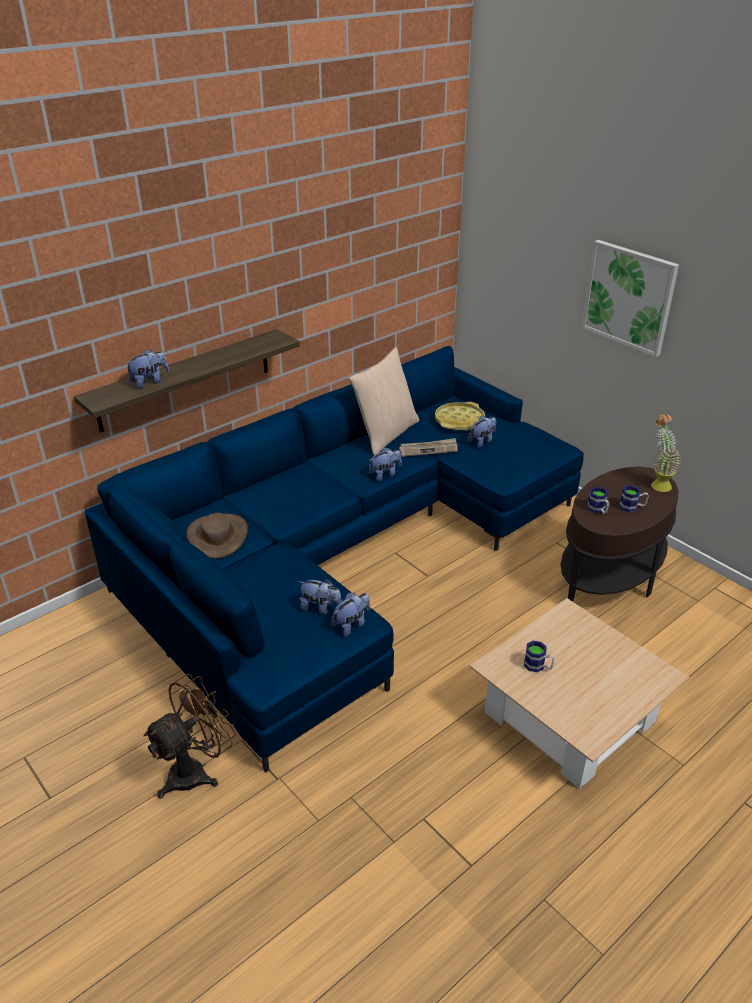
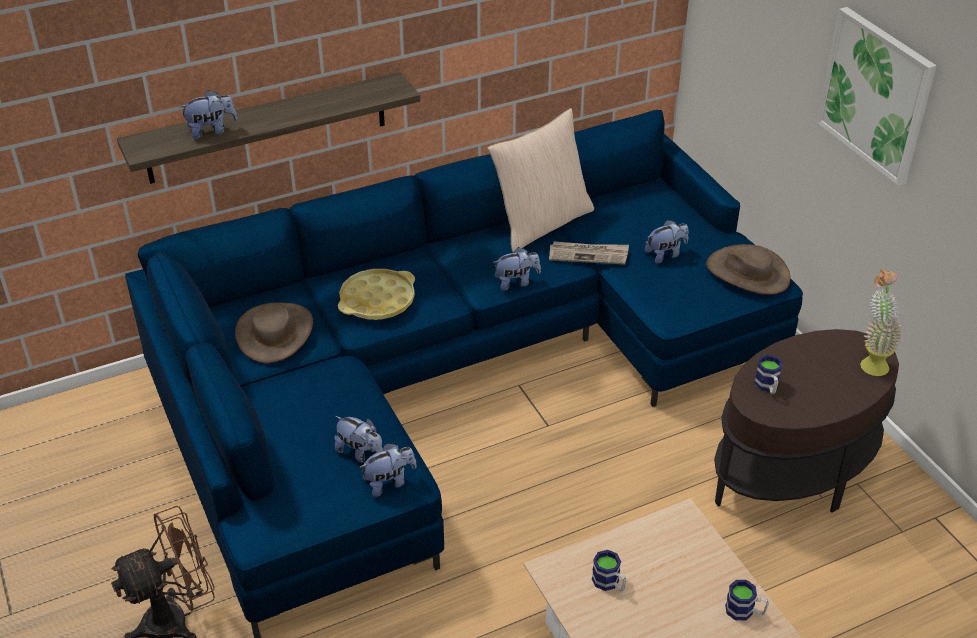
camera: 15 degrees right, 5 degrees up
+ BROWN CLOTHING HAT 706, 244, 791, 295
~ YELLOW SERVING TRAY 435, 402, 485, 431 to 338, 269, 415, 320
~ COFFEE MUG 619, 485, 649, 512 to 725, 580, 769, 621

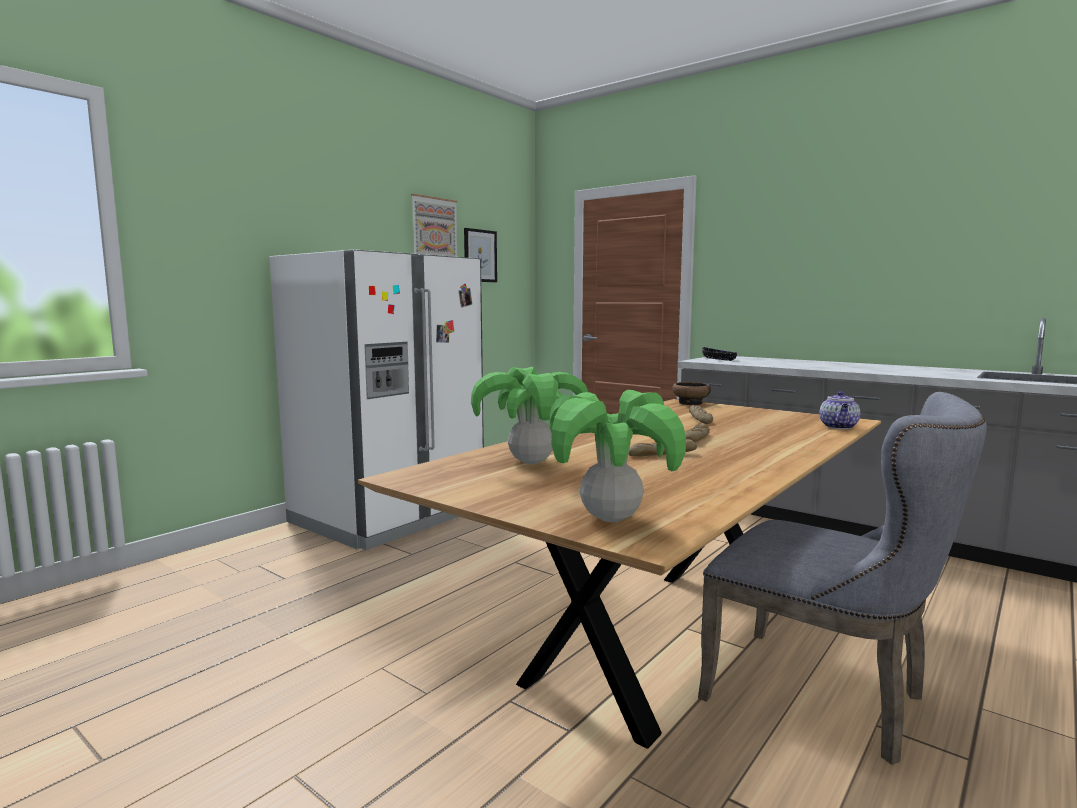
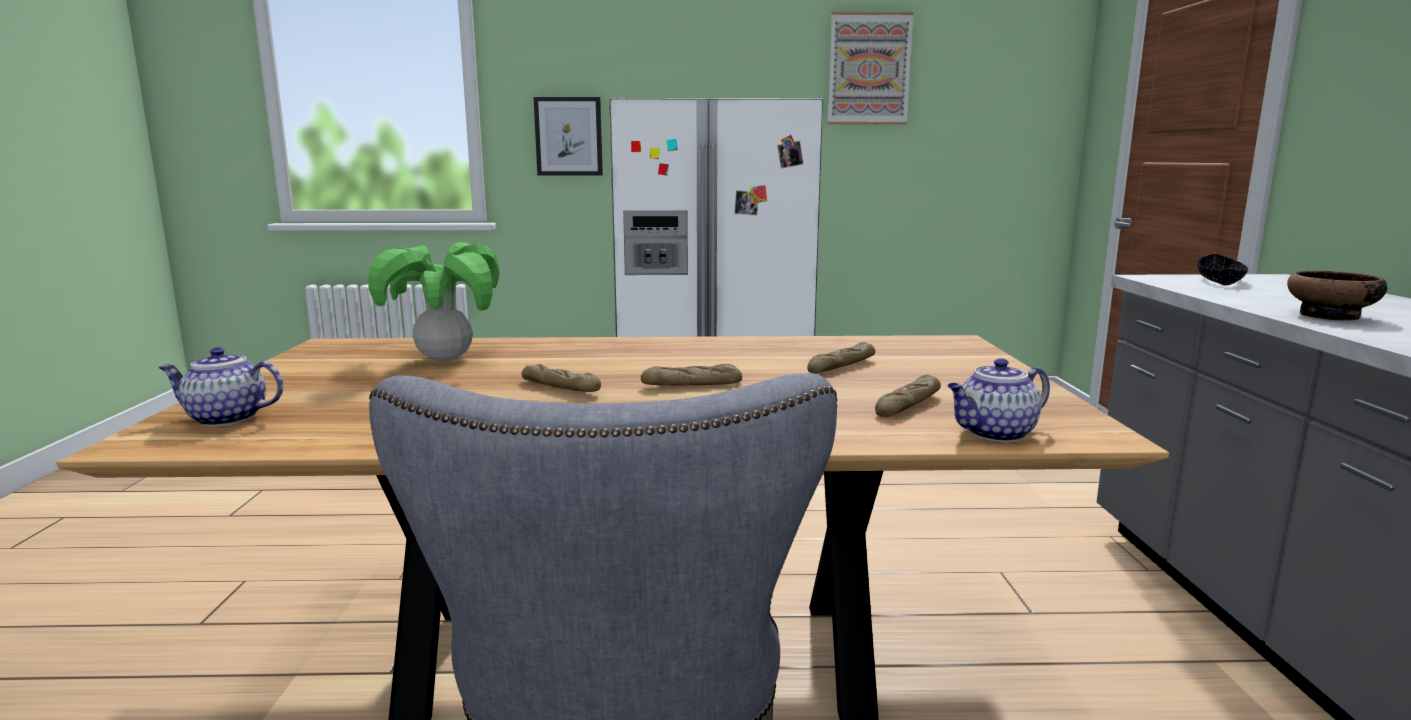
camera: 50 degrees right, 5 degrees up
+ BAKERY BREAD 875, 374, 941, 417
~ WALL PICTURE 464, 228, 497, 282 to 534, 97, 603, 175
~ DEEP DISH 672, 382, 711, 405 to 1287, 271, 1387, 321
~ HOUSEPLANT 550, 390, 686, 523 to POT FOR TEA 159, 347, 283, 426

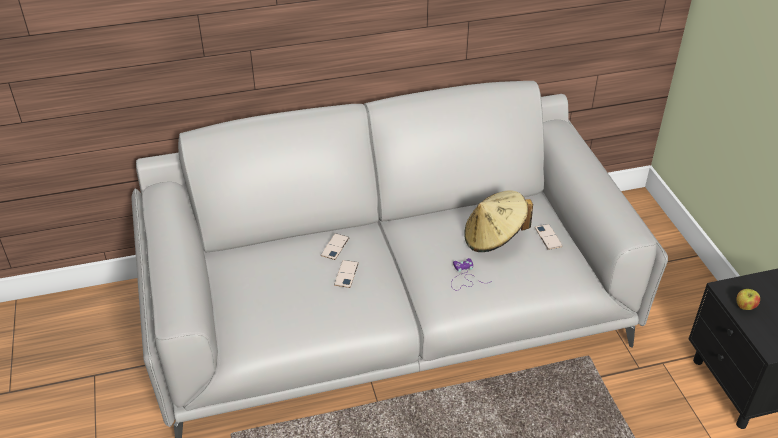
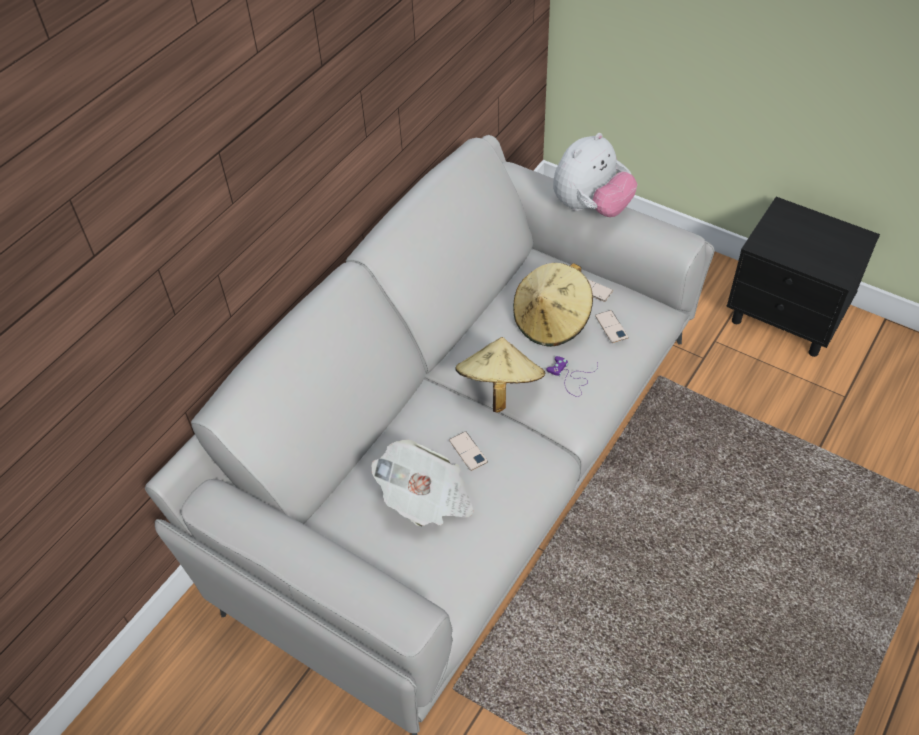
camera: 40 degrees left, 10 degrees up
- APPLE 736, 289, 760, 310
+ NEWSPAPER 371, 440, 474, 526
+ SAND-COLOURED CLOTHING HAT 456, 337, 545, 413
+ PLUSH TOY 553, 133, 637, 217
~ PHONE 320, 233, 349, 260 to 595, 310, 629, 343

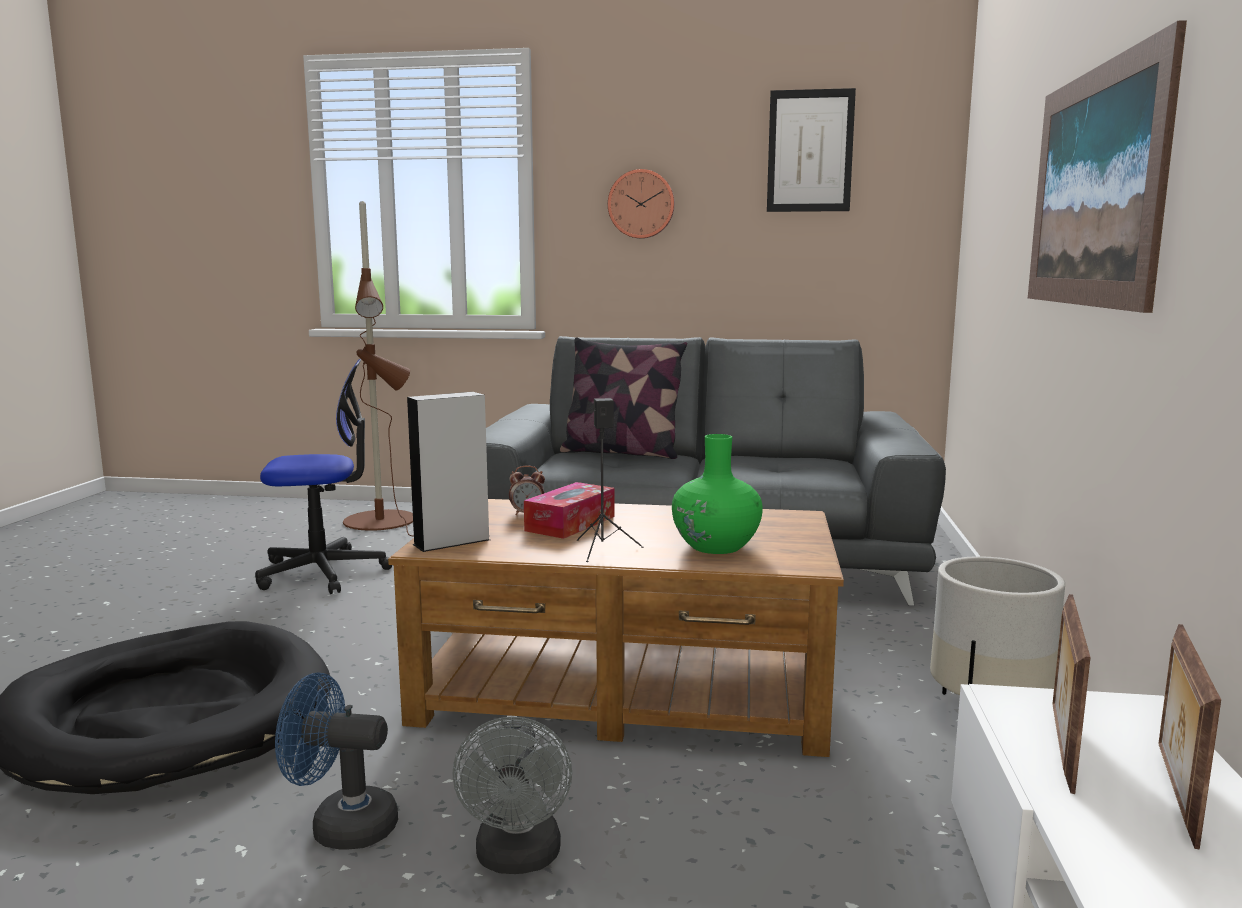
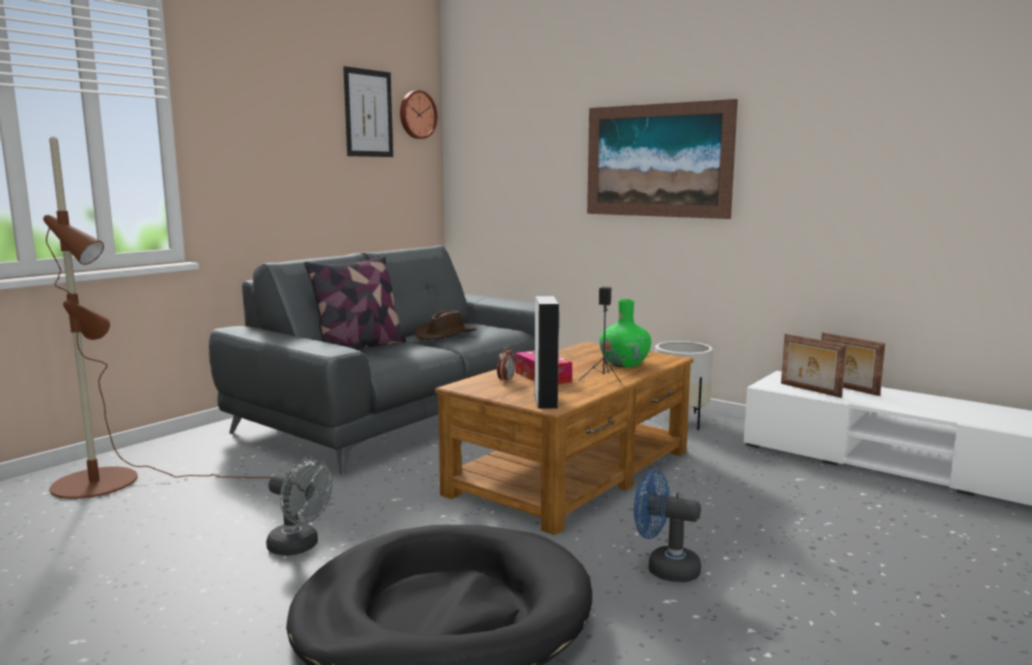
camera: 60 degrees left, 0 degrees up
- OFFICE CHAIR 255, 359, 392, 594
+ BROWN CLOTHING HAT 415, 310, 476, 340
~ GREY ELECTRIC FAN 452, 716, 572, 874 to 266, 459, 332, 556
~ WALL CLOCK 608, 169, 675, 239 to 400, 90, 437, 139
~ BLUE ELECTRIC FAN 275, 673, 398, 850 = 634, 470, 701, 582 75 degrees clockwise

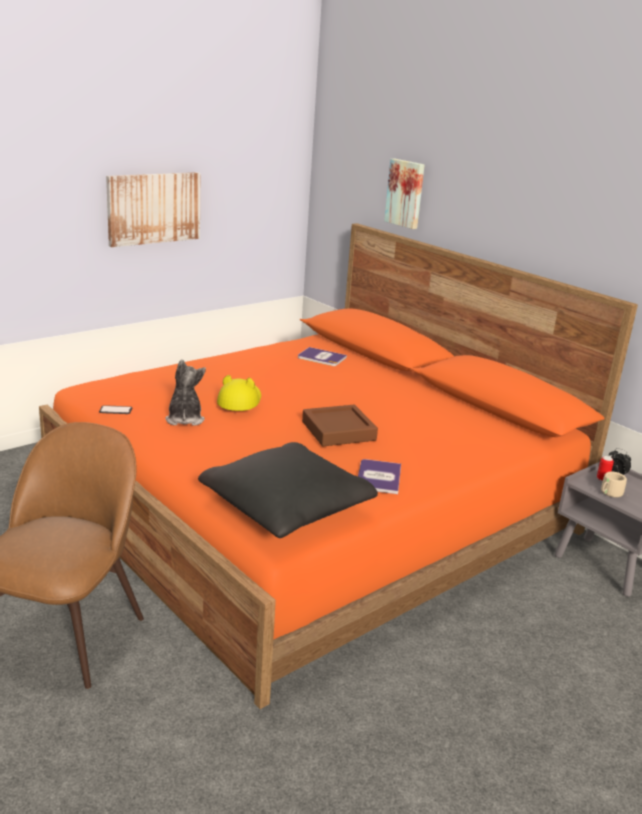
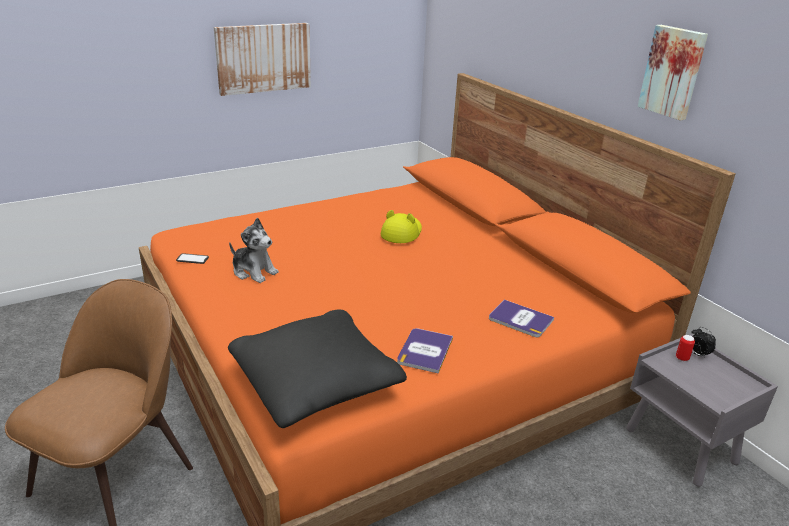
camera: 10 degrees right, 5 degrees up
- BROWN SERVING TRAY 302, 405, 378, 446
- SAND-COLOURED COFFEE MUG 601, 472, 627, 498
~ YELLOW CLOTHING HAT 217, 375, 261, 411 to 381, 210, 422, 243
~ BOOK 298, 347, 347, 366 to 489, 300, 554, 337
~ WALL PICTURE 384, 159, 425, 229 to 638, 25, 708, 120
~ PLUSH TOY 165, 359, 206, 426 = 229, 218, 279, 283 120 degrees clockwise

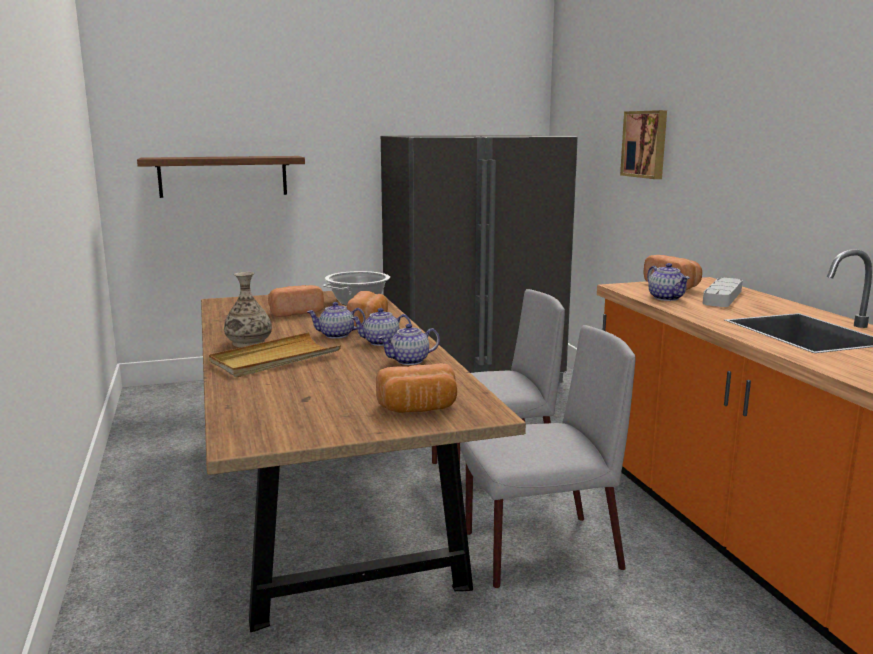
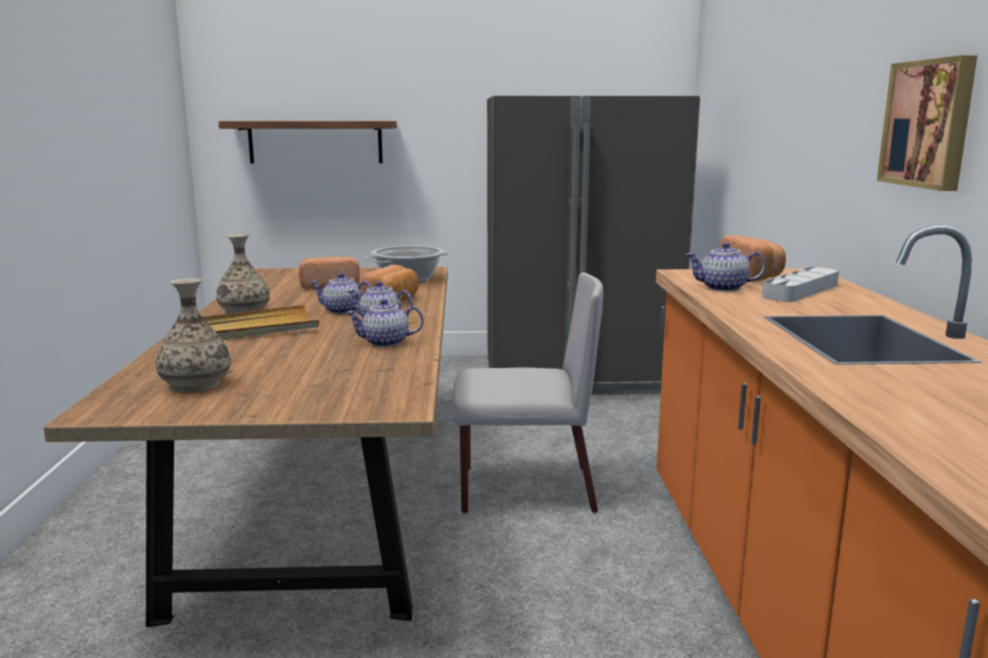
camera: 15 degrees right, 0 degrees up
- BAKERY BREAD 376, 363, 457, 413
- GREY UPRIGHT CHAIR 460, 325, 636, 589
+ DECORATIVE VASE 156, 278, 231, 393
~ WALL PICTURE 620, 110, 667, 179 to 877, 55, 978, 191
~ POT FOR TEA 647, 263, 690, 301 = 686, 243, 766, 291 105 degrees clockwise

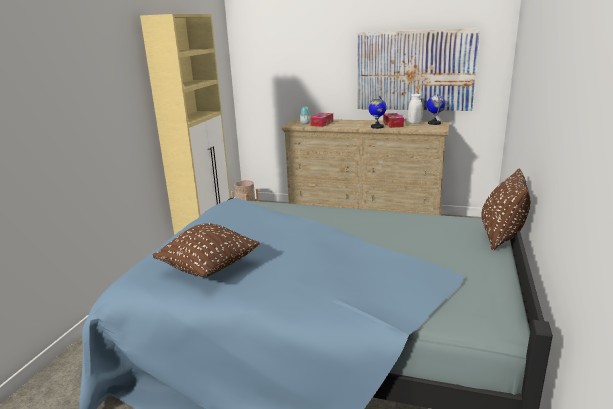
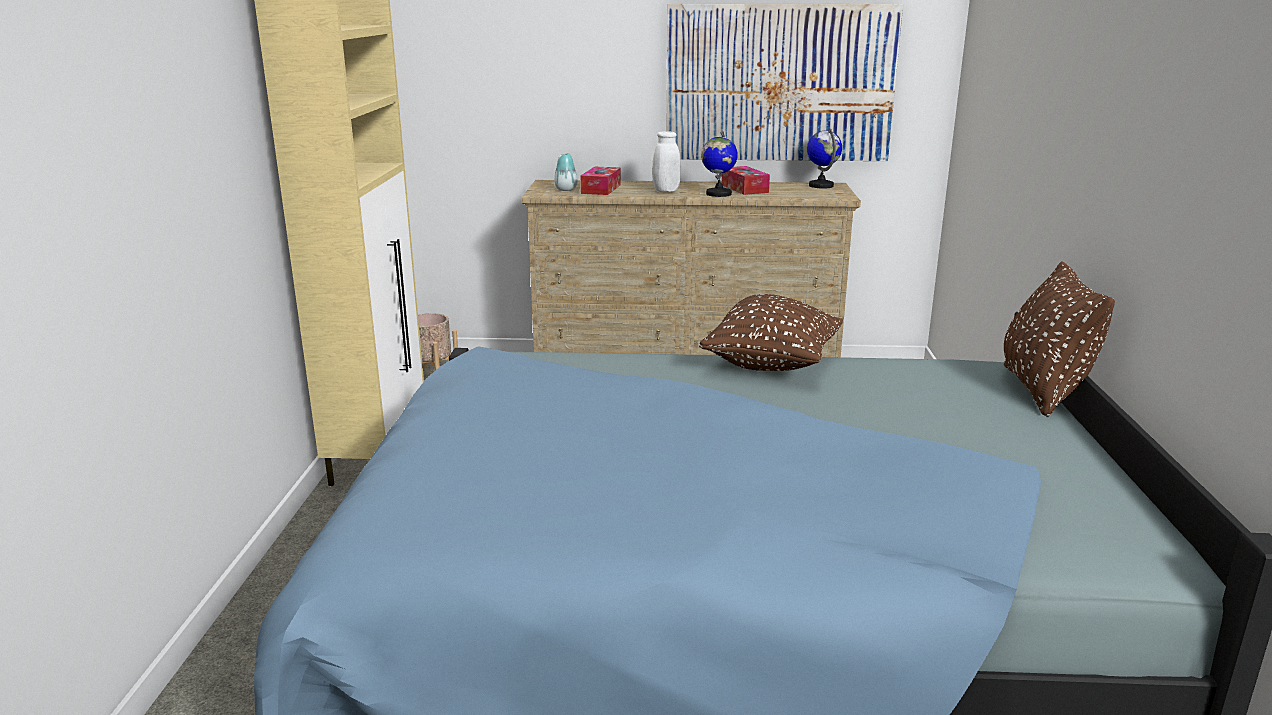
camera: 15 degrees left, 0 degrees up
~ BROWN PILLOW 153, 223, 260, 277 to 699, 294, 843, 371
~ WHITE-COLOURED DECORATIVE VASE 408, 94, 423, 124 to 652, 131, 681, 192

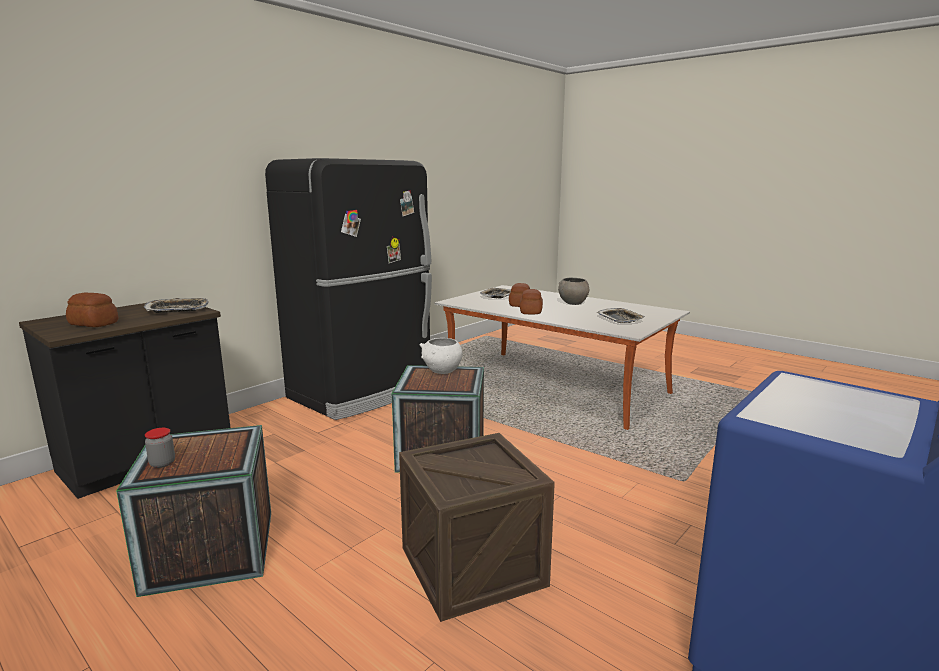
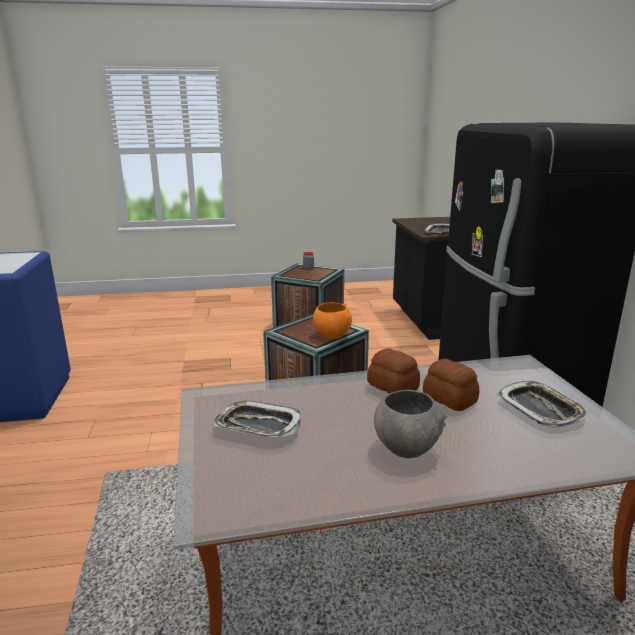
camera: 130 degrees right, 5 degrees up
- BAKERY BREAD 66, 292, 119, 327
- CRATE 399, 433, 555, 622
~ WHITE-COLOURED DEEP DISH 419, 338, 463, 374 to ORANGEY DEEP DISH 313, 302, 352, 339

